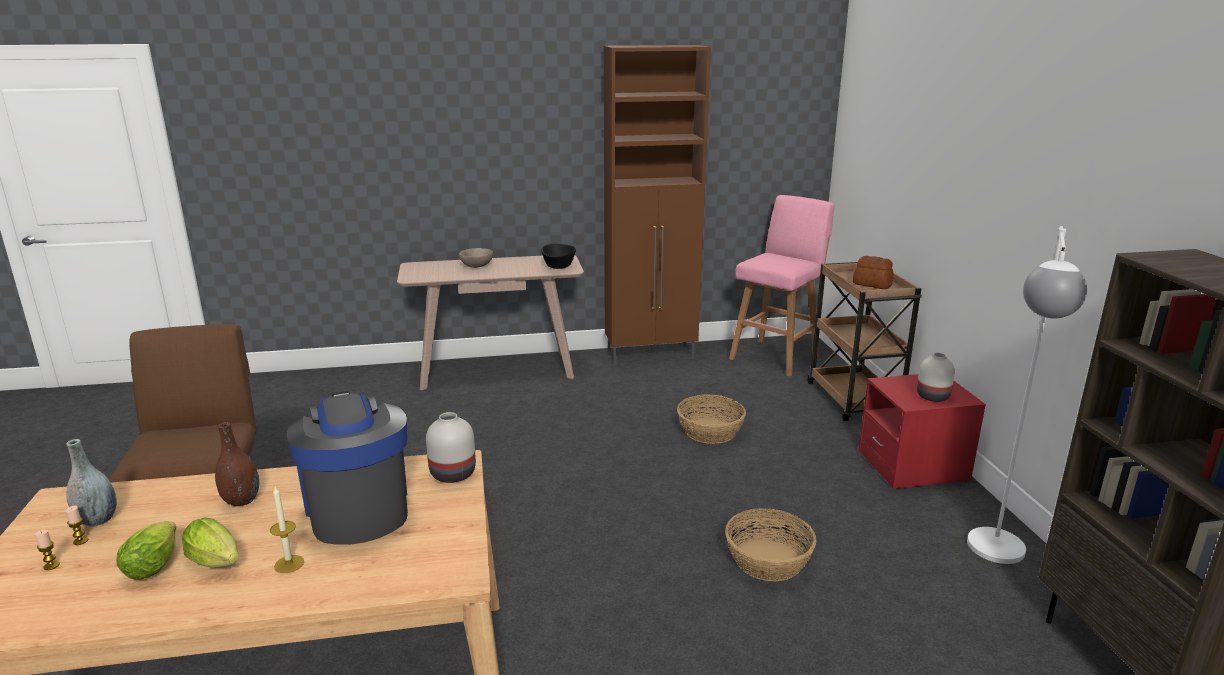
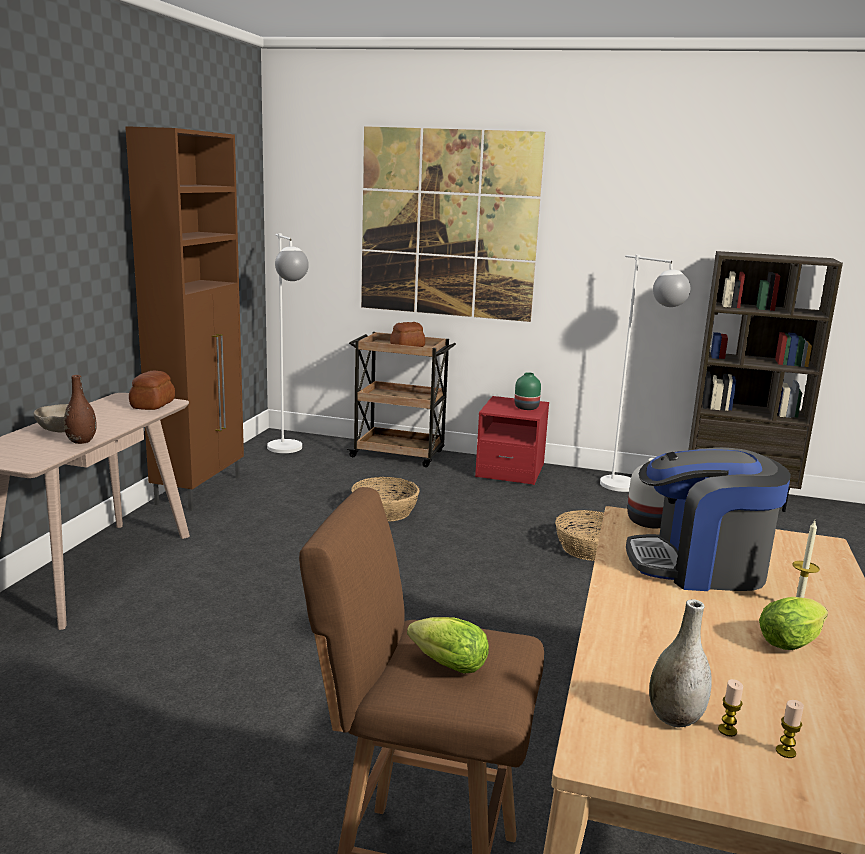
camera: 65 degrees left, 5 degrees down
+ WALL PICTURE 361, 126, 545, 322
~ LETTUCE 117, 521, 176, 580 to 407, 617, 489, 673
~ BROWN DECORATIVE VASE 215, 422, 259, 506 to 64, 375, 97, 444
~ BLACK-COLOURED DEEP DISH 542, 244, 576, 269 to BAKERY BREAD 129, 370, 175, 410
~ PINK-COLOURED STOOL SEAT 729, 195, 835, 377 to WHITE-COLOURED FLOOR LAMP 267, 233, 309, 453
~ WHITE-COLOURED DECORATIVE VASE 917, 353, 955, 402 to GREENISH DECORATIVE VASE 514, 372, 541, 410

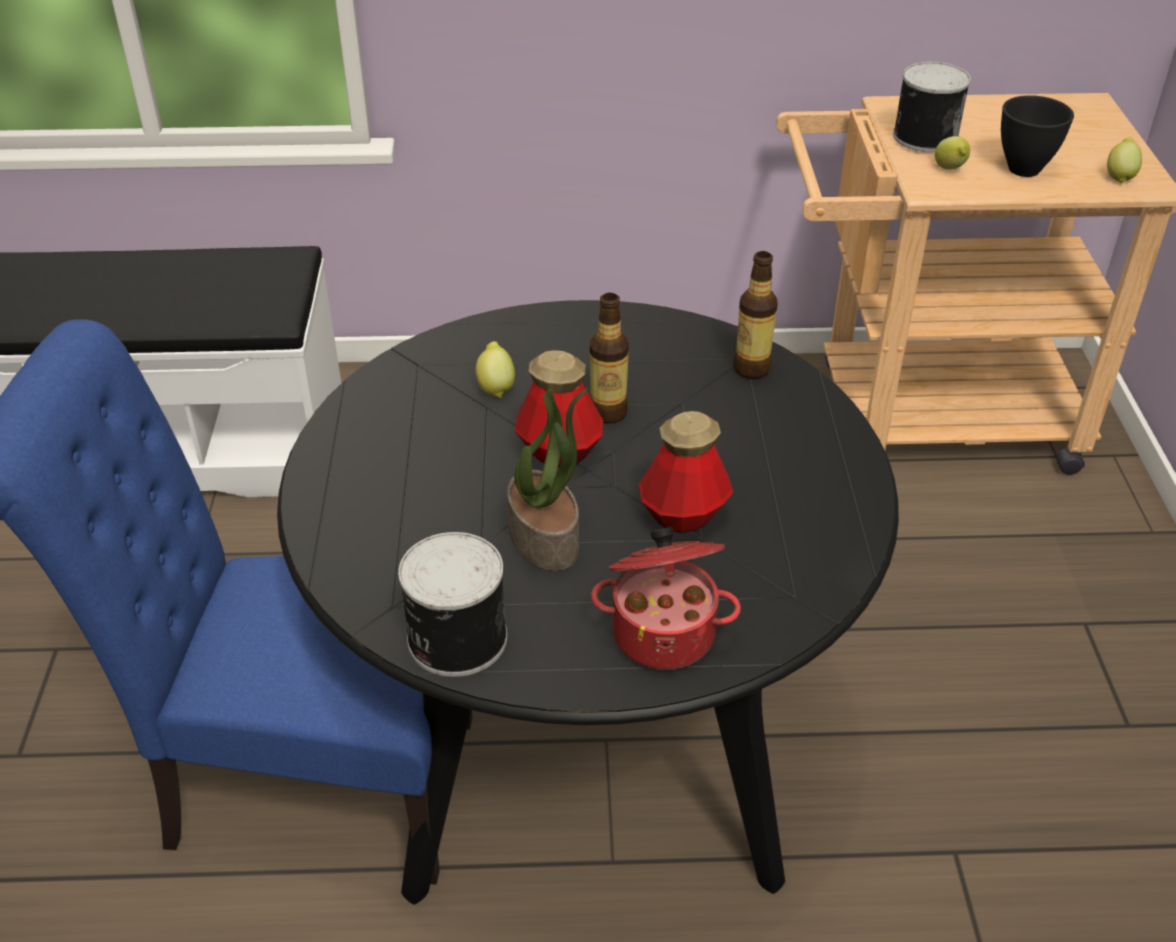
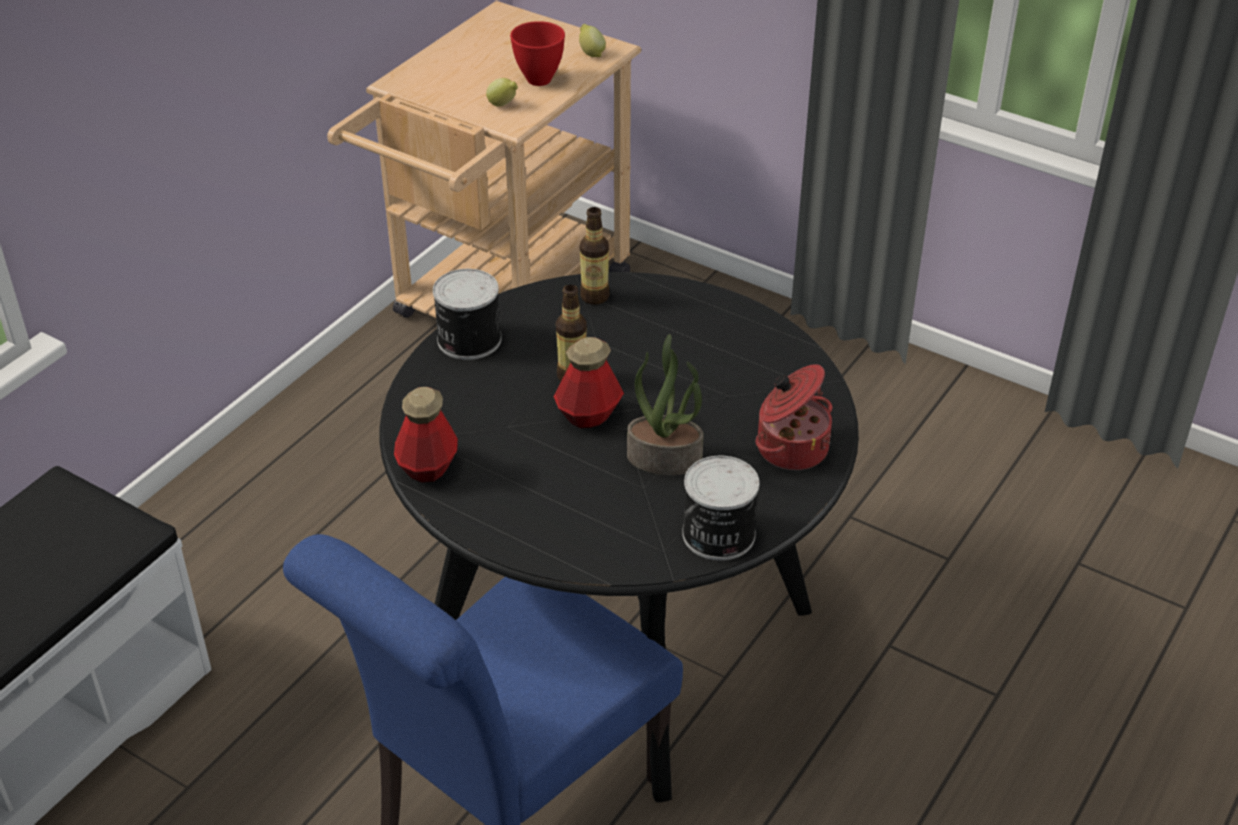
camera: 55 degrees left, 0 degrees up
- CITRUS FRUIT 476, 341, 515, 398
~ BEVERAGE BOTTLE 639, 411, 733, 533 to 394, 387, 458, 482
~ SEALED CAN 893, 62, 971, 153 to 433, 269, 502, 360
~ BLACK-COLOURED DEEP DISH 1001, 95, 1074, 177 to RED-COLOURED DEEP DISH 510, 21, 565, 86

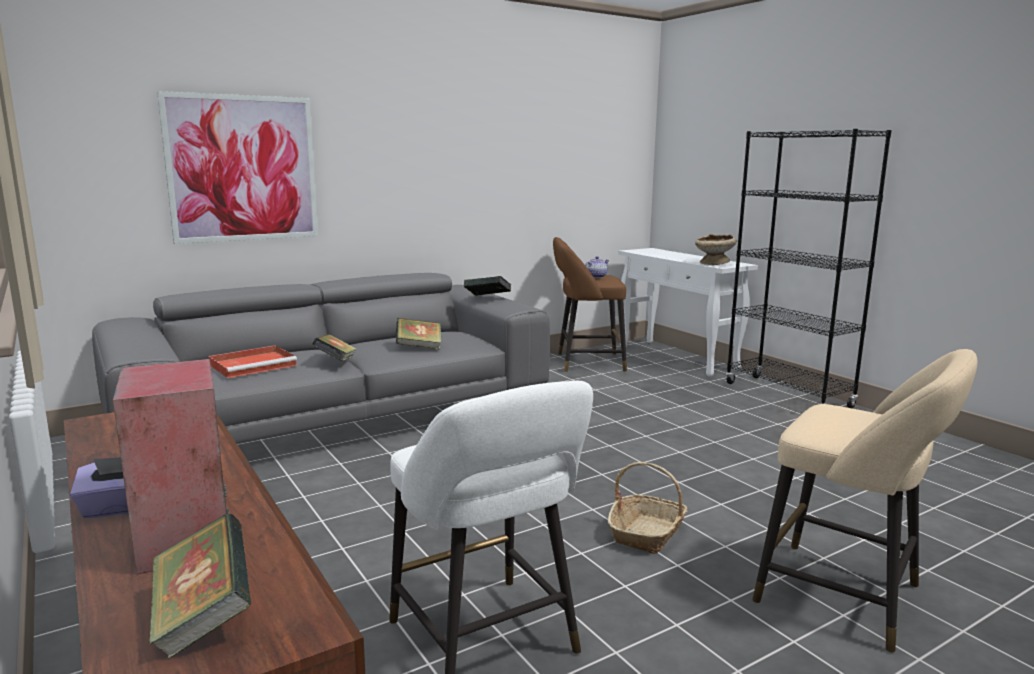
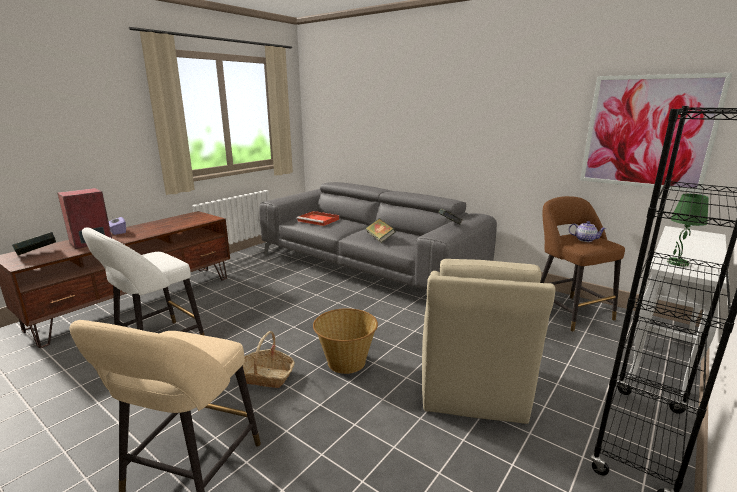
camera: 70 degrees right, 5 degrees up
- BOOK 312, 334, 357, 361
+ HOUSEHOLD BASKET 313, 308, 378, 374
+ SAND-COLOURED ARMCHAIR 422, 259, 556, 424
~ WALL PICTURE 157, 91, 318, 244 to 580, 73, 732, 193
~ SAND-COLOURED DEEP DISH 695, 234, 737, 265 to GREENISH TABLETOP LAMP 667, 194, 709, 267

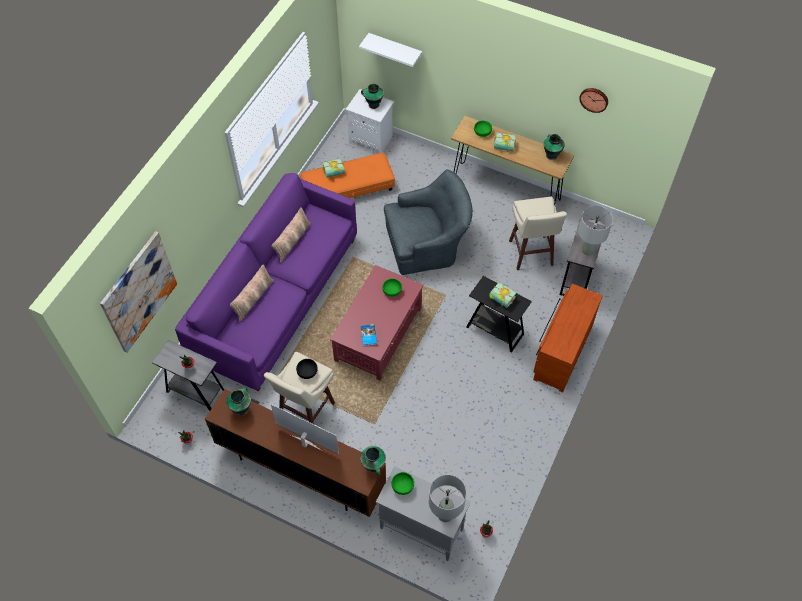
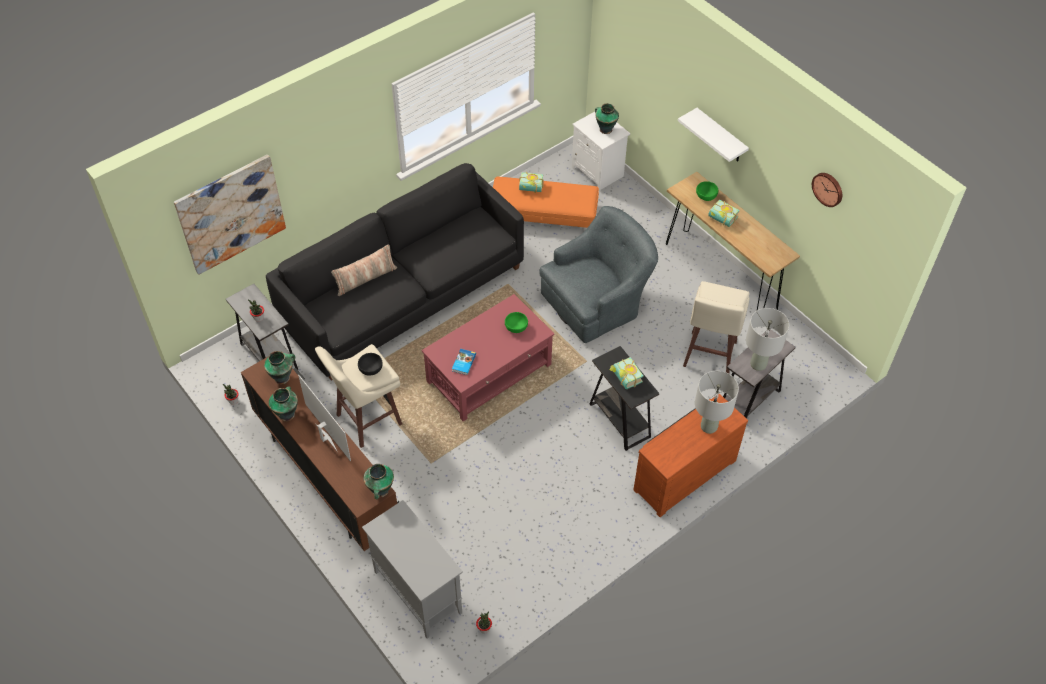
camera: 25 degrees right, 5 degrees down
- PILLOW 272, 207, 311, 263
- GREENISH DEEP DISH 391, 472, 414, 495
~ WHITE-COLOURED SHELF 359, 33, 422, 67 to 678, 108, 749, 162
~ GREY TABLETOP LAMP 429, 475, 466, 522 to 695, 371, 739, 434
~ DECORATIVE VASE 544, 134, 565, 160 to 269, 386, 298, 421
~ PURPLE-COLOURED SOFA 175, 173, 357, 391 to BLACK-COLOURED SOFA 266, 163, 524, 381
~ GREY ARMCHAIR 384, 170, 473, 275 = 540, 206, 658, 343 45 degrees counterclockwise

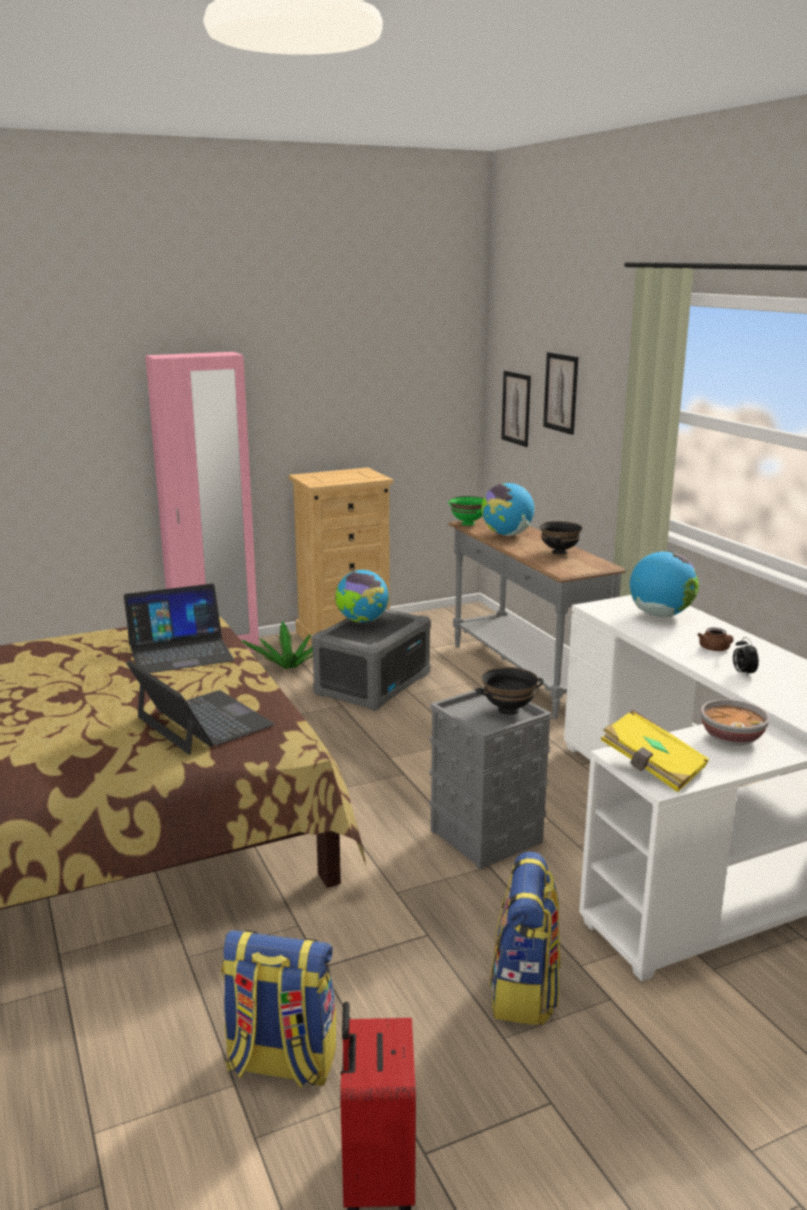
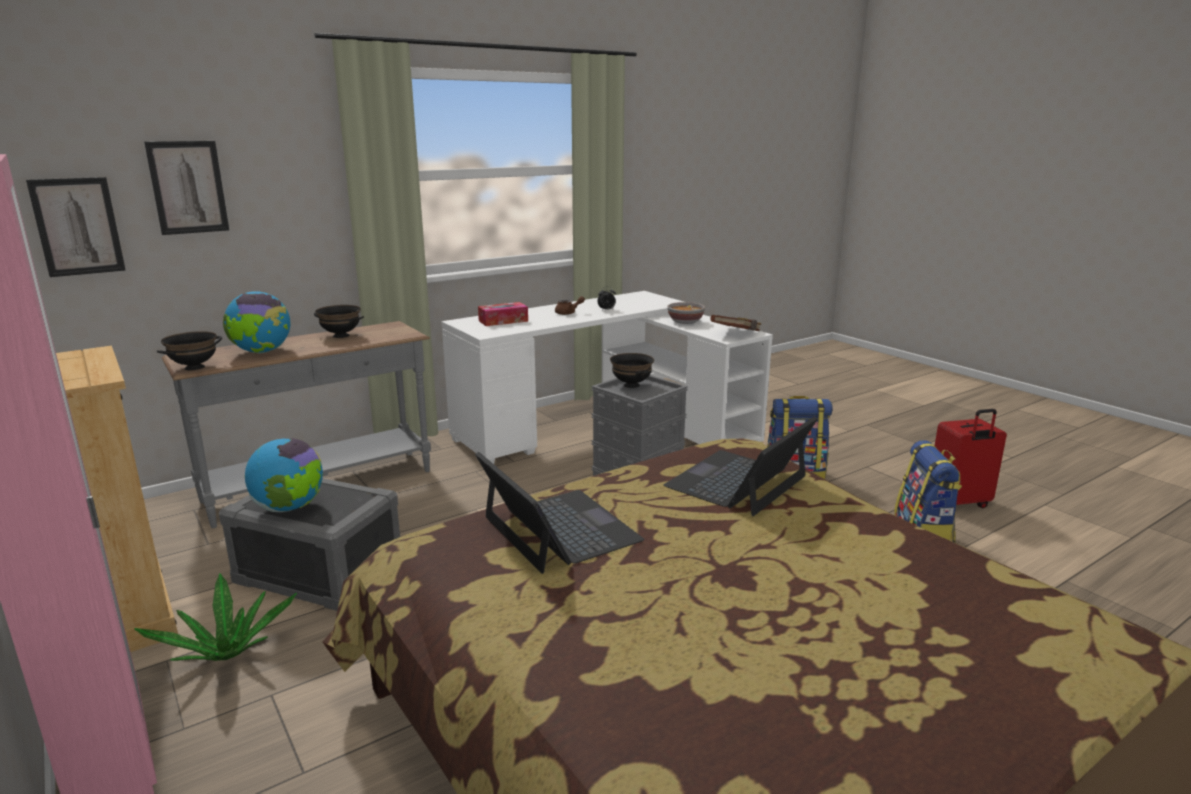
camera: 100 degrees left, 0 degrees up
~ WORLD GLOBE 630, 551, 698, 618 to TISSUE BOX 478, 302, 528, 326
~ GREENISH DEEP DISH 448, 496, 484, 526 to BLACK-COLOURED DEEP DISH 157, 331, 222, 370
~ YELLOW BOOK 600, 710, 709, 792 to BROWN BOOK 710, 315, 761, 331

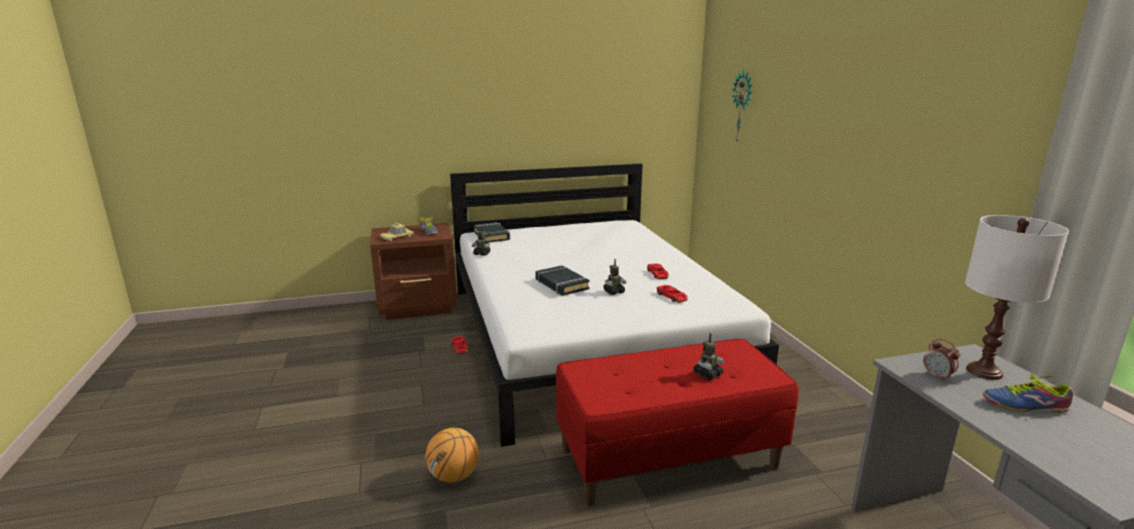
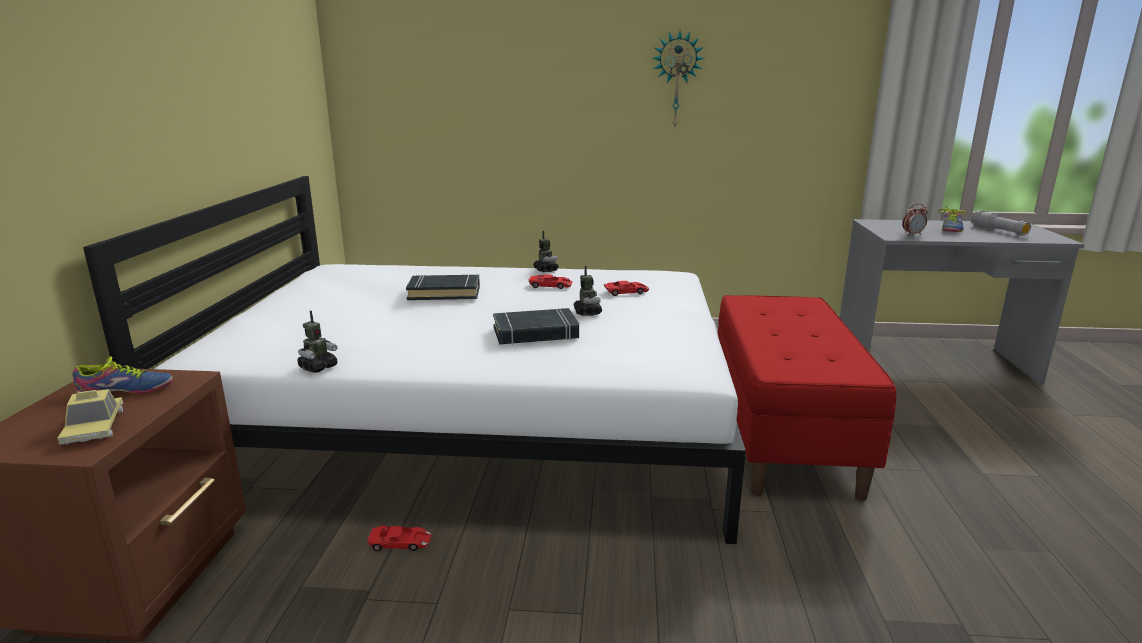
camera: 70 degrees left, 0 degrees up
- BASKETBALL BALL 425, 428, 479, 482
- WHITE-COLOURED TABLETOP LAMP 965, 215, 1069, 380
+ GREY TORCH 971, 210, 1031, 235
~ BLACK-COLOURED BOOK 473, 222, 510, 243 to 406, 274, 480, 300
~ ROBOT FIGURE 693, 333, 724, 380 to 533, 231, 559, 272
~ WALL CLOCK 732, 71, 753, 142 to 652, 31, 705, 127

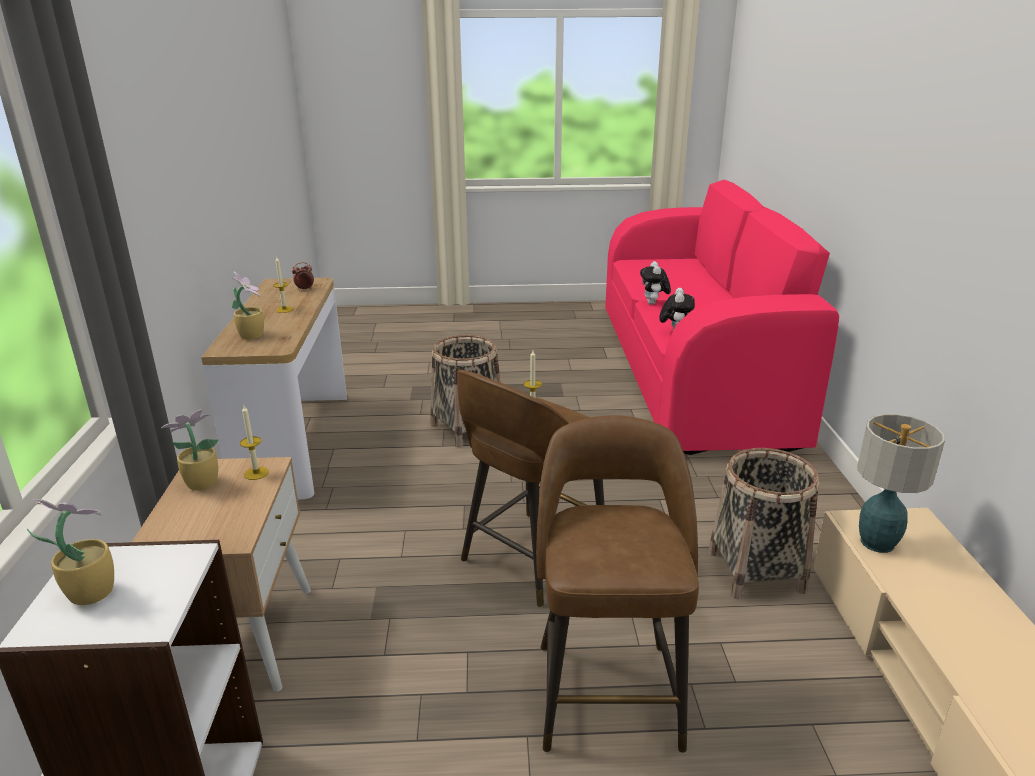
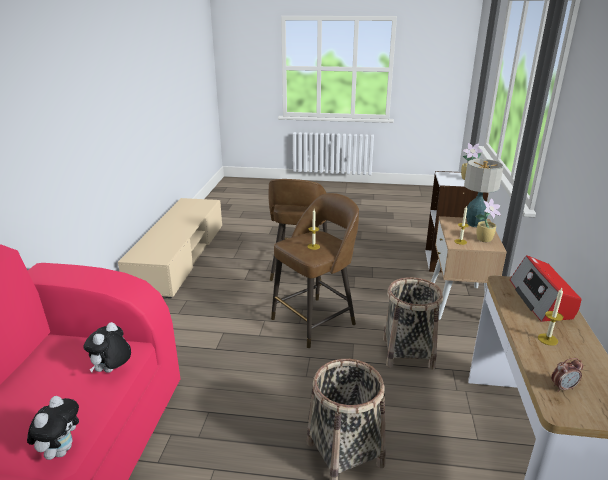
camera: 170 degrees left, 0 degrees up
~ HOUSEHOLD BASKET 708, 448, 819, 599 to 383, 277, 443, 370
~ TABLETOP LAMP 857, 414, 945, 553 to 464, 159, 504, 227
~ HOUSEPLANT 232, 272, 264, 340 to RADIO RECEIVER 510, 255, 582, 322

